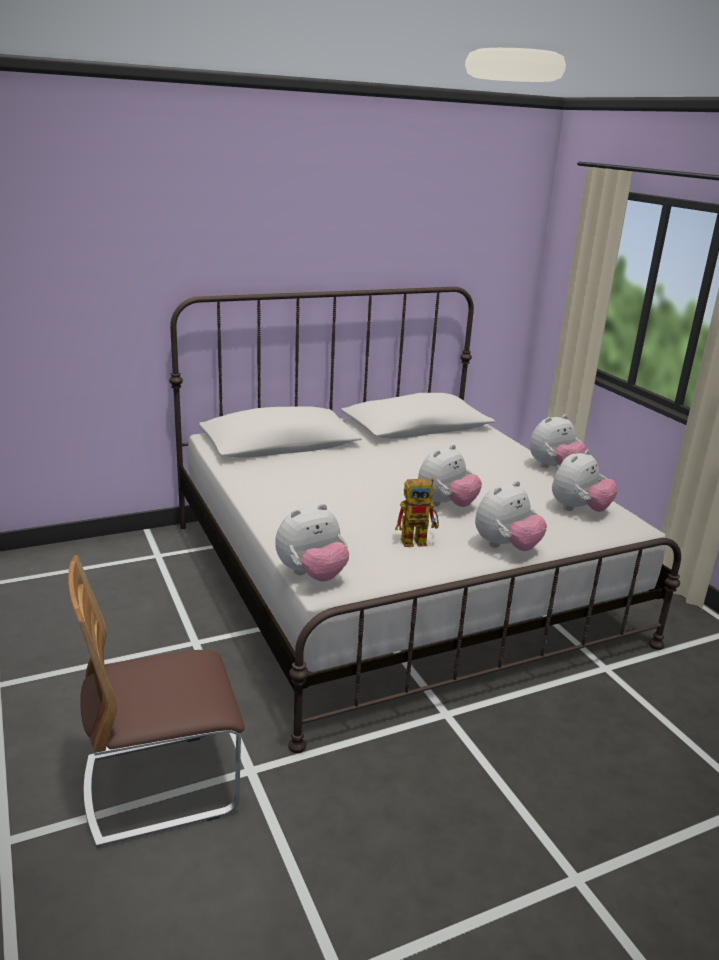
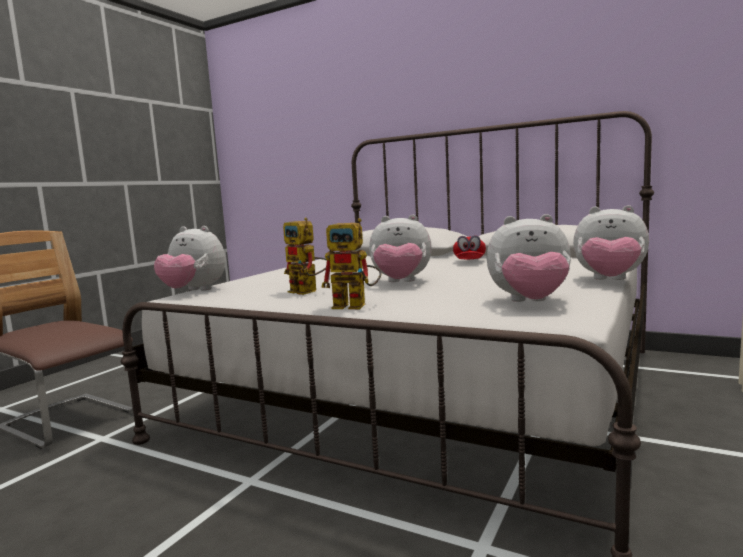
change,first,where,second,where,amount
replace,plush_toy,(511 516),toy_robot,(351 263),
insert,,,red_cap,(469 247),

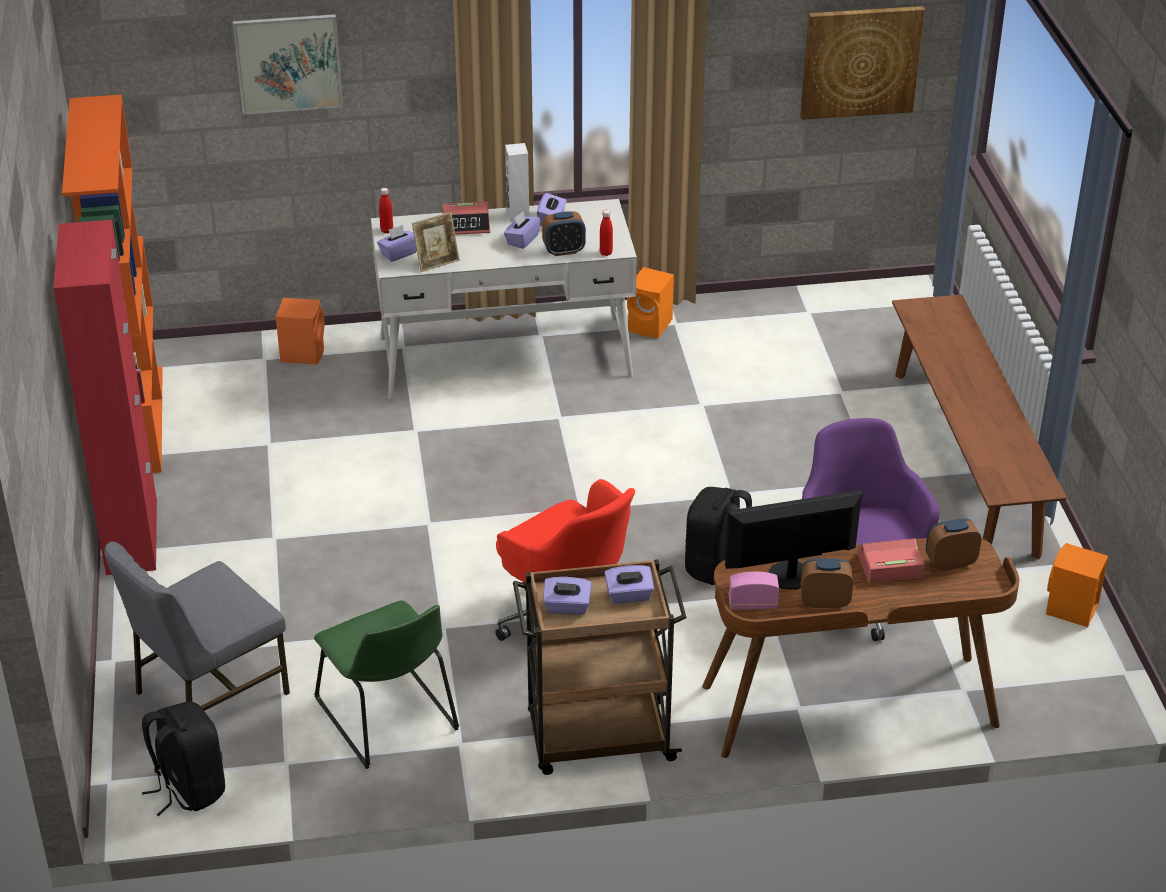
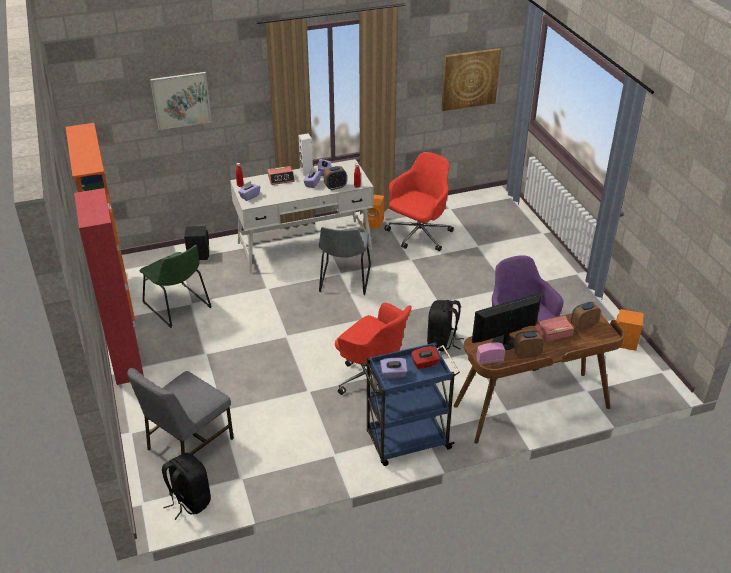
change,first,where,second,where,amount
delete,picture_frame,(436 242),,,
delete,brown_bench,(979 426),,,
recolor,orange_speaker,(300 331),black_speaker,(196 243),
recolor,brown_cart,(600 667),blue_cart,(410 404),
recolor,purple_tissue_box,(629 584),red_tissue_box,(425 357),
move,green_chair,(386 684),,(175 286),
insert,,,red_office_chair,(419 201),
insert,,,grey_chair,(345 261),

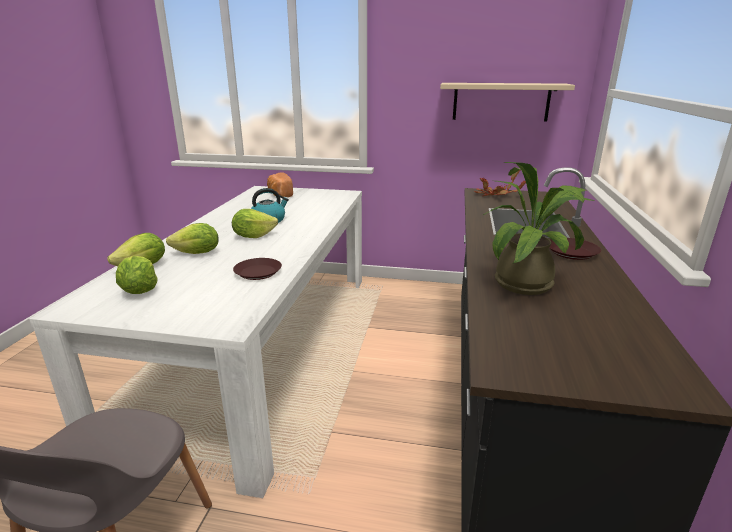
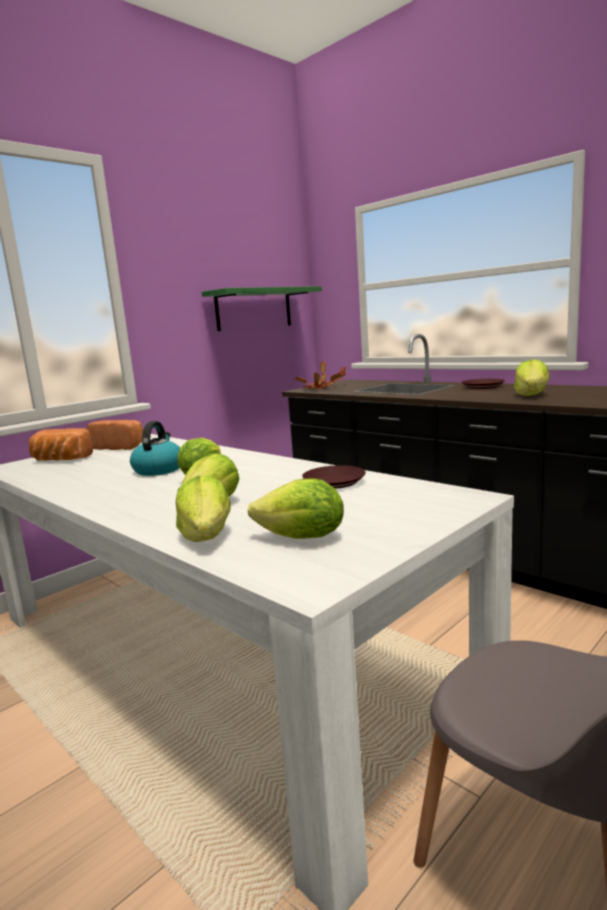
change,first,where,second,where,amount
recolor,beige_shelf,(507 102),green_shelf,(261 308),
replace,potted_plant,(538 228),lettuce,(532 377),
insert,,,bread,(114 435),

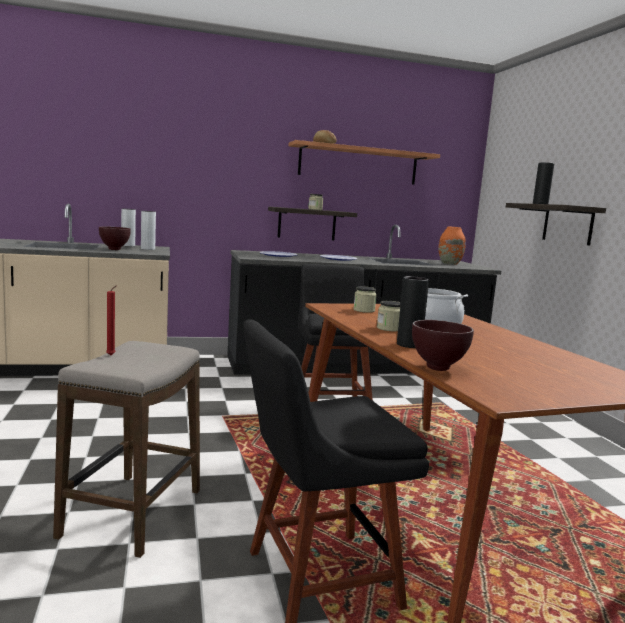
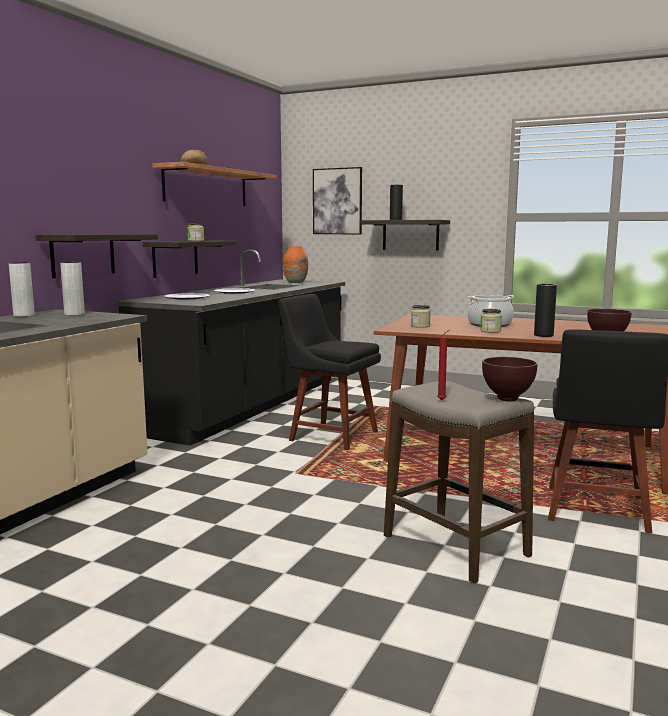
change,first,where,second,where,amount
move,brown_bowl,(115 238),,(510 379),
insert,,,picture,(337 200),
insert,,,shelf,(96 256),

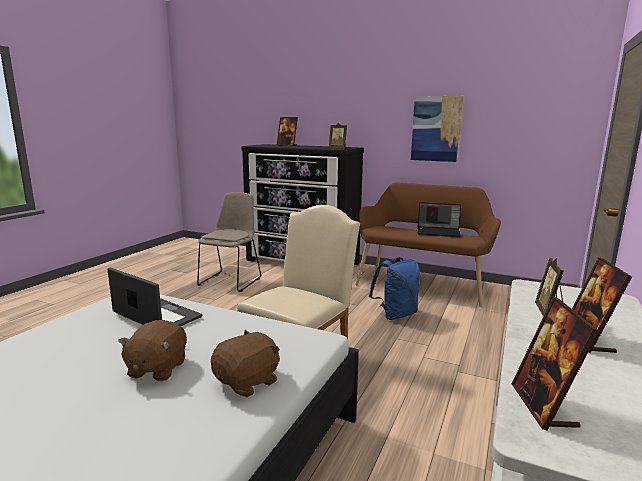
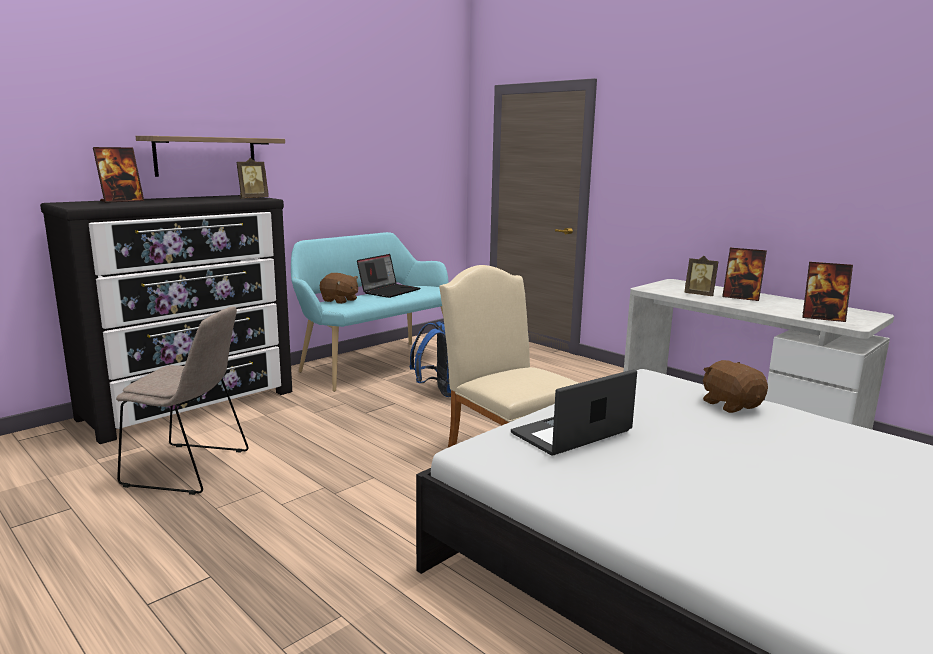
change,first,where,second,where,amount
delete,picture,(437 129),,,
recolor,brown_bench,(428 245),turquoise_bench,(370 312),
rotate,beige_chair,(229 242),,(182 400),150 degrees clockwise
move,brown_plush_toy,(152 350),,(339 288),
insert,,,shelf,(210 156),

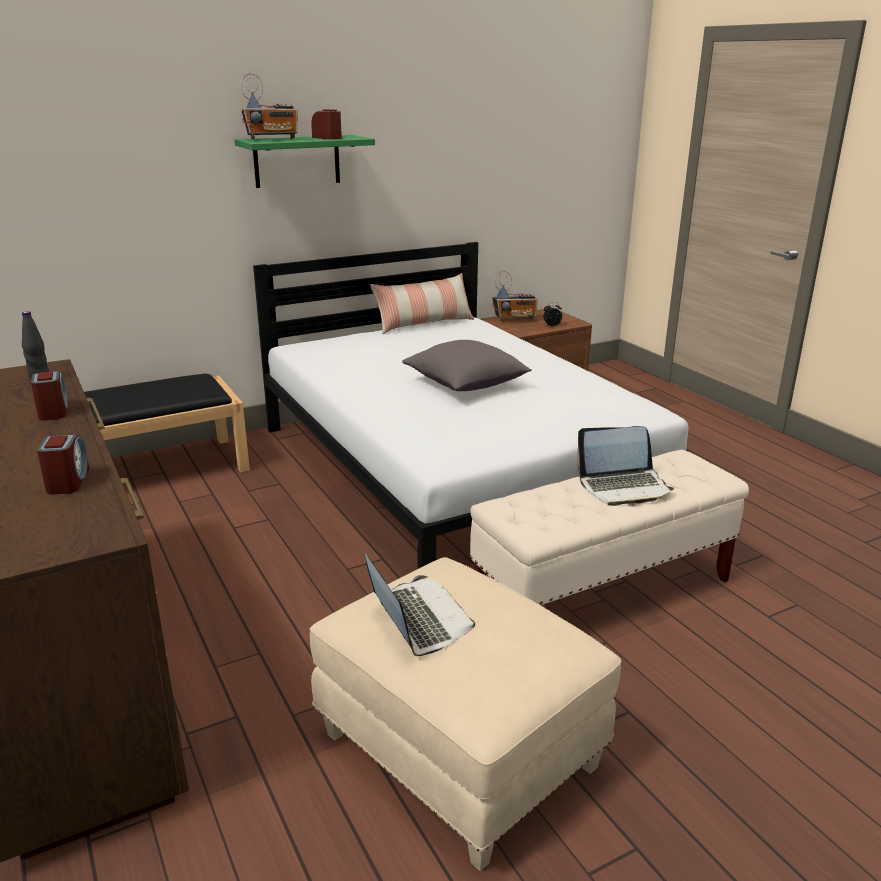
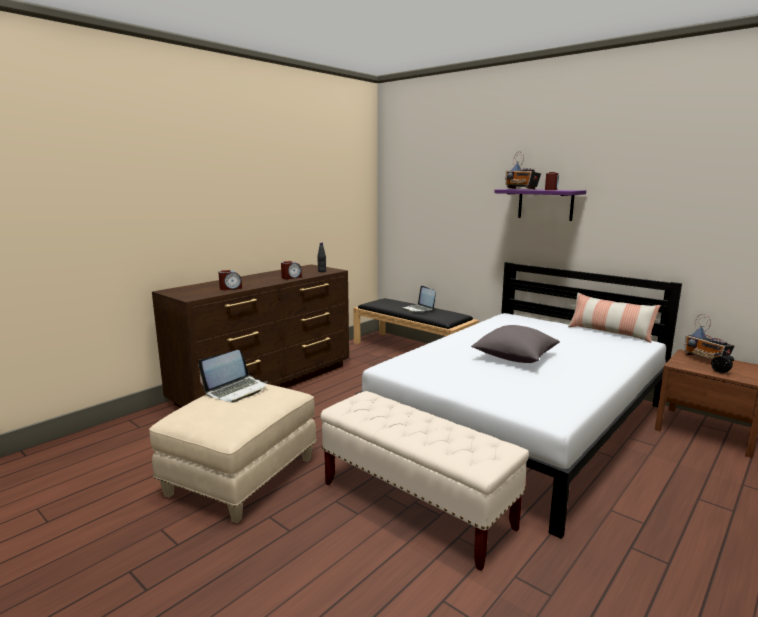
change,first,where,second,where,amount
recolor,green_shelf,(305 161),purple_shelf,(540 205),
move,laptop,(625 466),,(419 299),

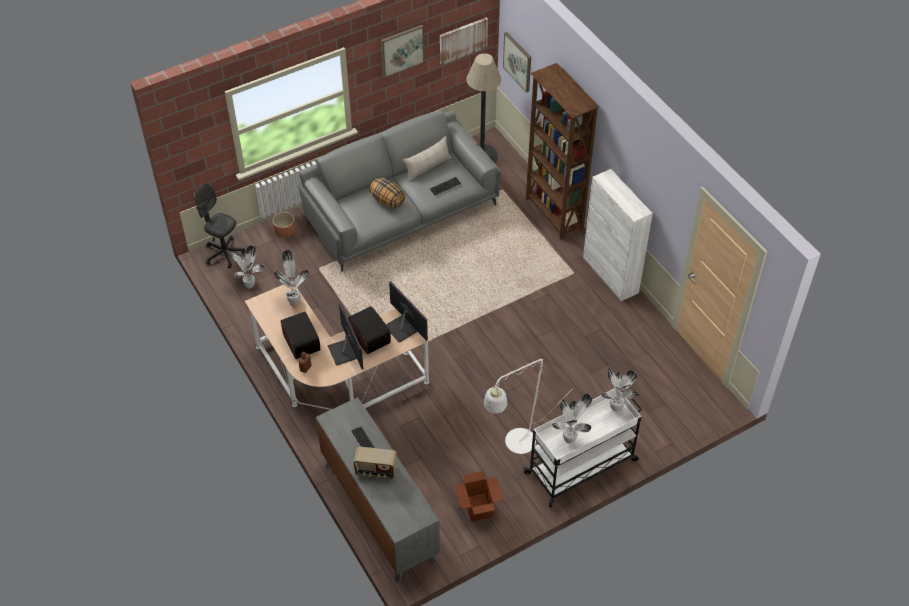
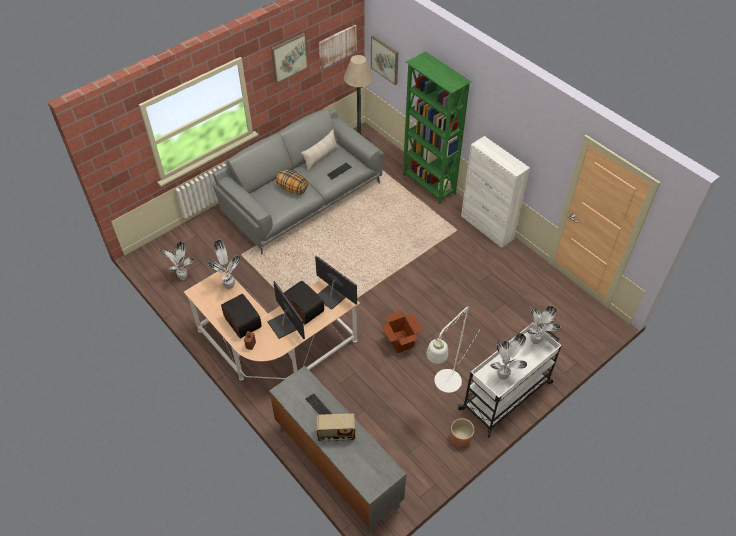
change,first,where,second,where,amount
recolor,brown_bookcase,(563 151),green_bookcase,(437 127),
delete,grey_office_chair,(220 226),,,
move,brown_planter,(283 225),,(462 432),
move,cardboard_box,(479 496),,(402 331),

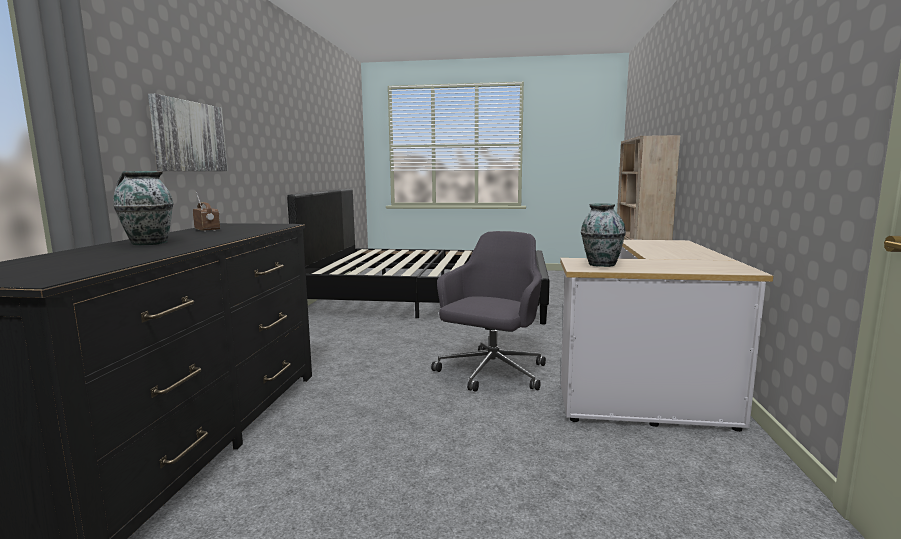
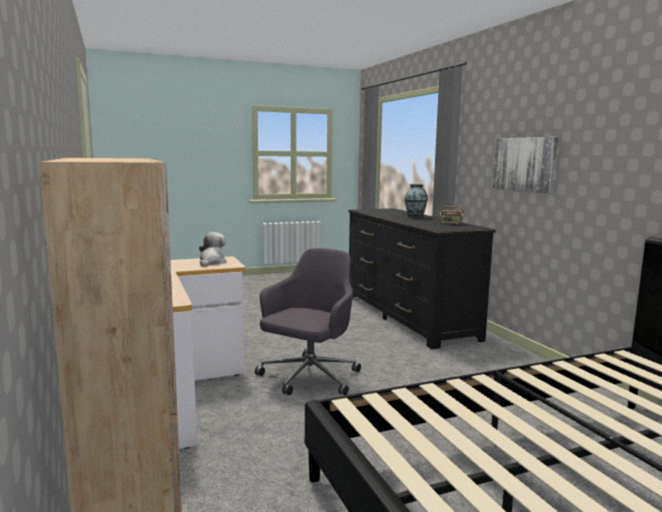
change,first,where,second,where,amount
replace,vase,(603 235),plush_toy,(212 249),
rotate,grey_office_chair,(488 311),,(308 321),150 degrees counterclockwise

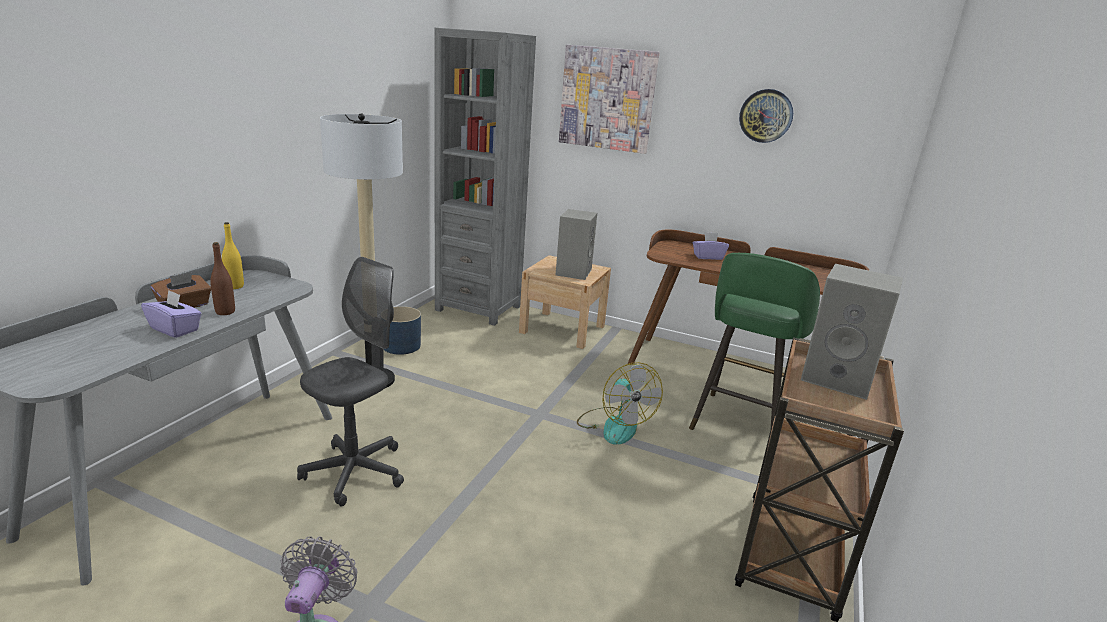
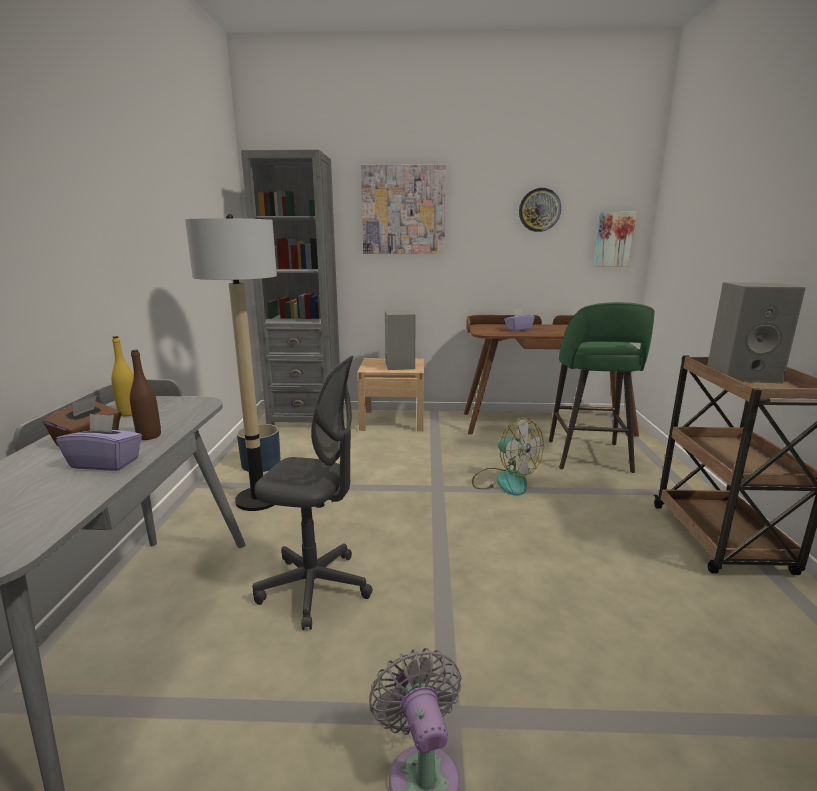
change,first,where,second,where,amount
rotate,grey_office_chair,(350 382),,(313 493),90 degrees clockwise
insert,,,picture,(615 239),

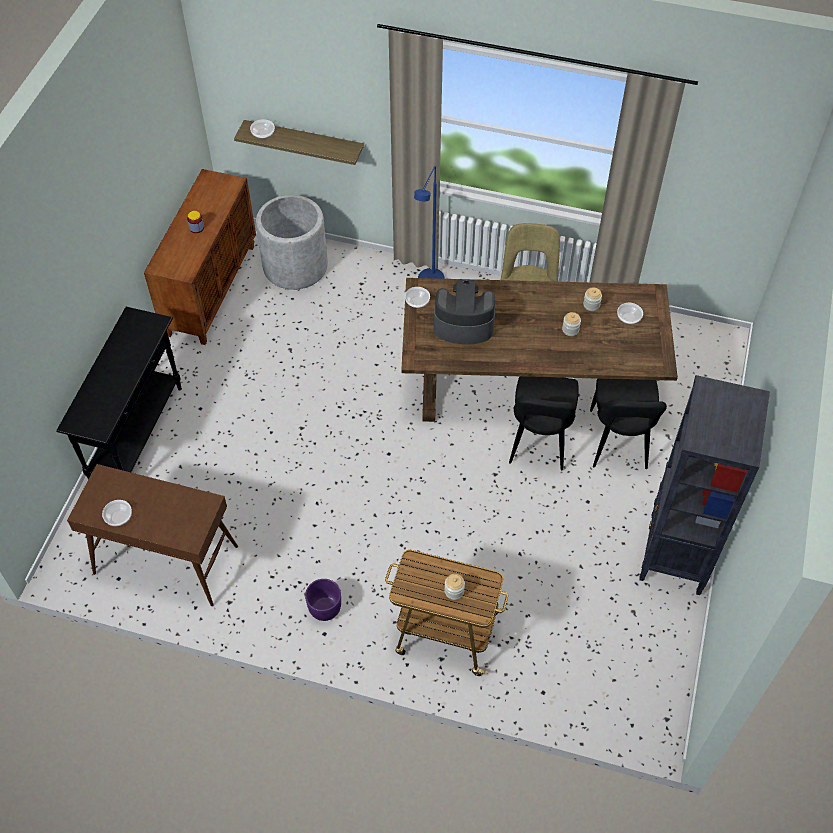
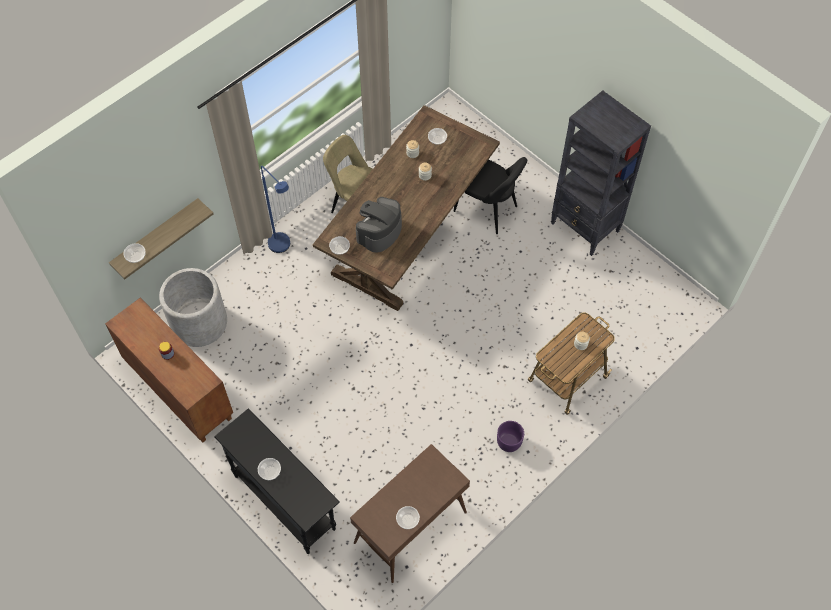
change,first,where,second,where,amount
delete,black_chair,(544 423),,,
insert,,,bowl,(269 469),

